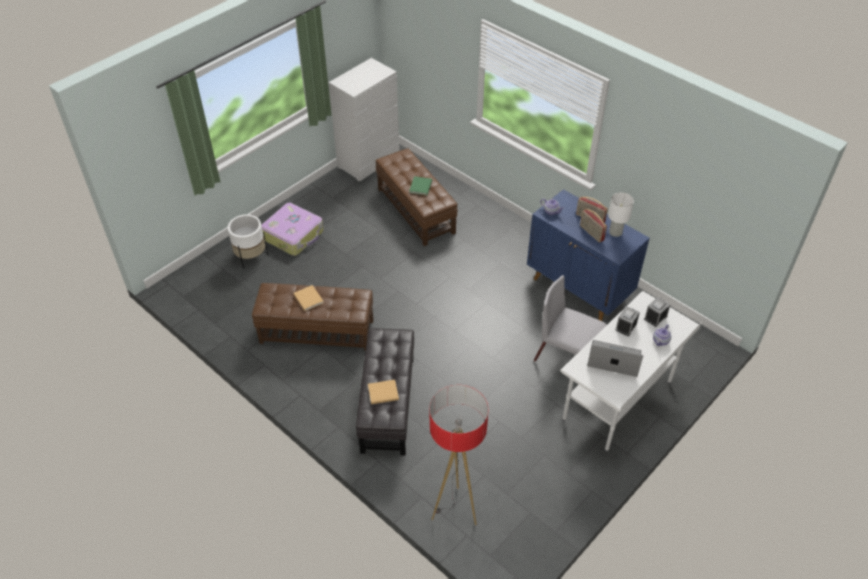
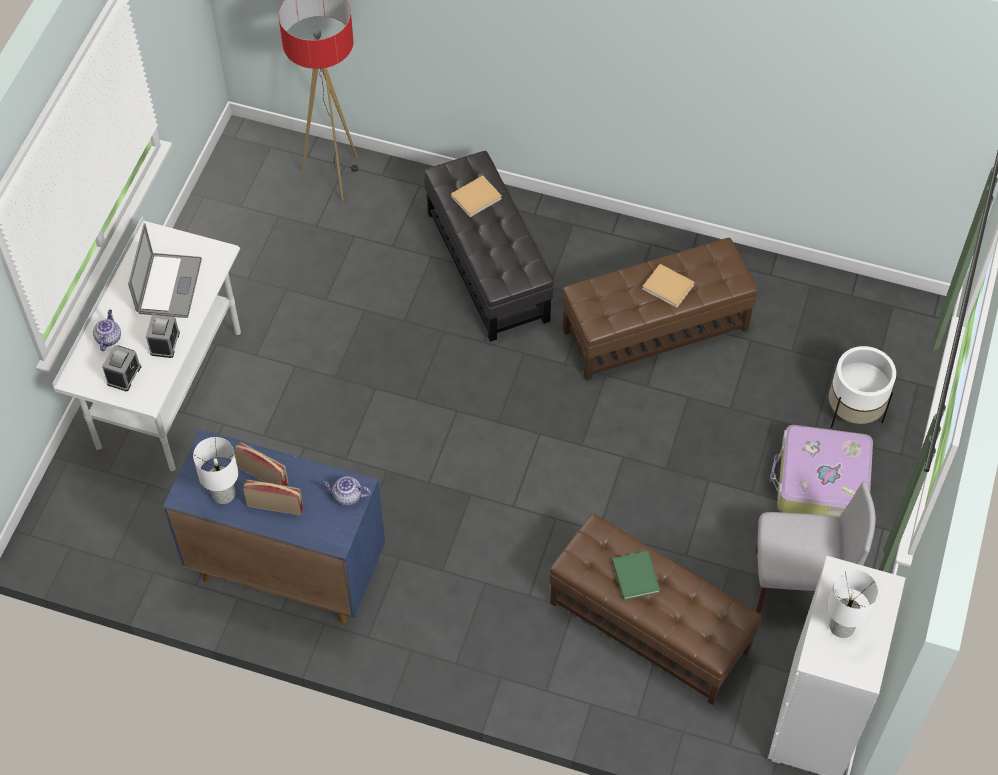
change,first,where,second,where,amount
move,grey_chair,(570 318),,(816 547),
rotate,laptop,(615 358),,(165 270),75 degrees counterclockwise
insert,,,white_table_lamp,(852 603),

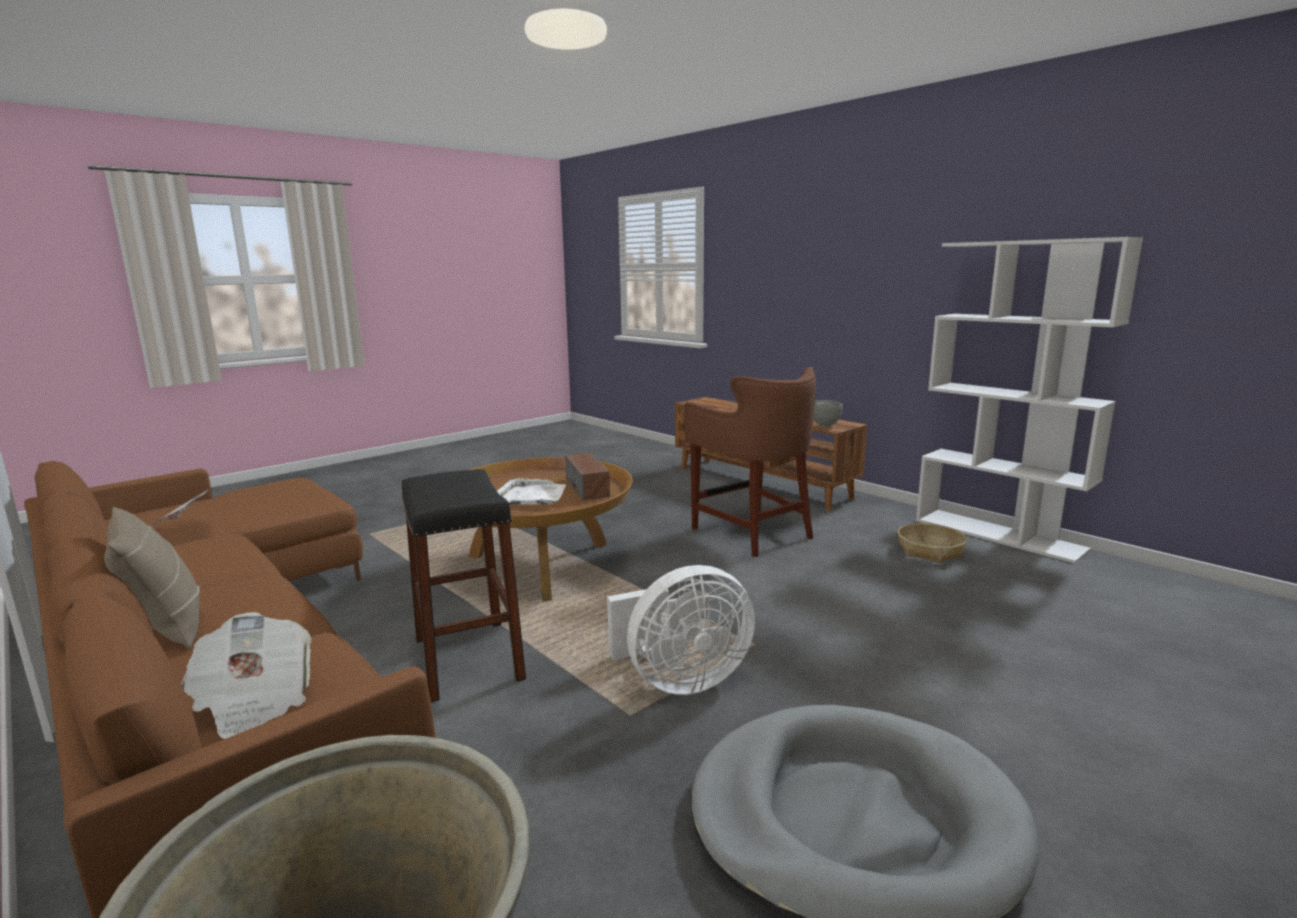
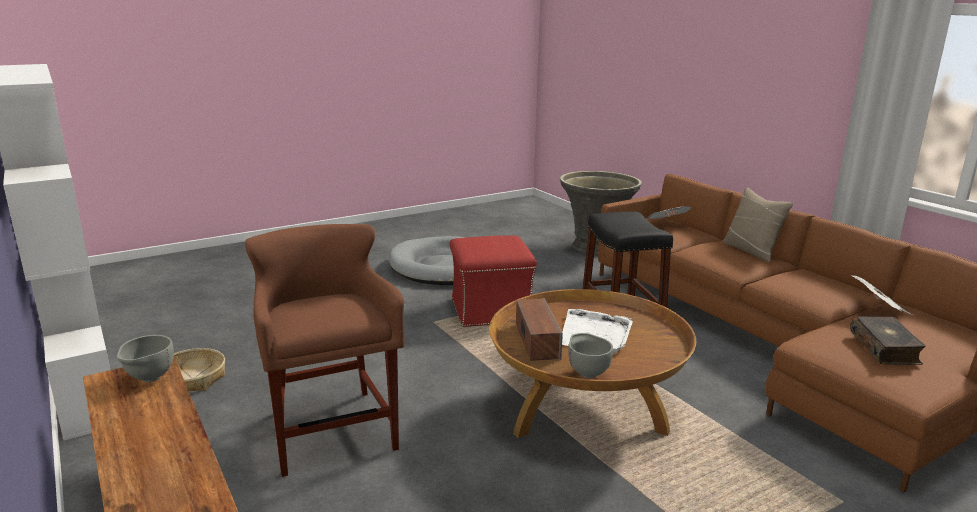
change,first,where,second,where,amount
replace,white_fan,(681 630),red_ottoman,(493 281),
insert,,,book,(888 340),
insert,,,grey_bowl,(590 355),

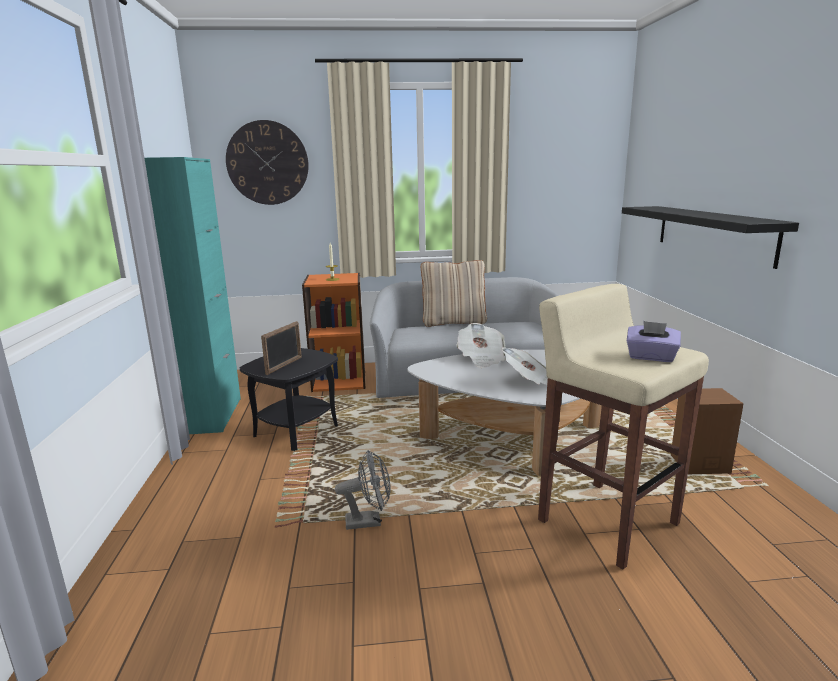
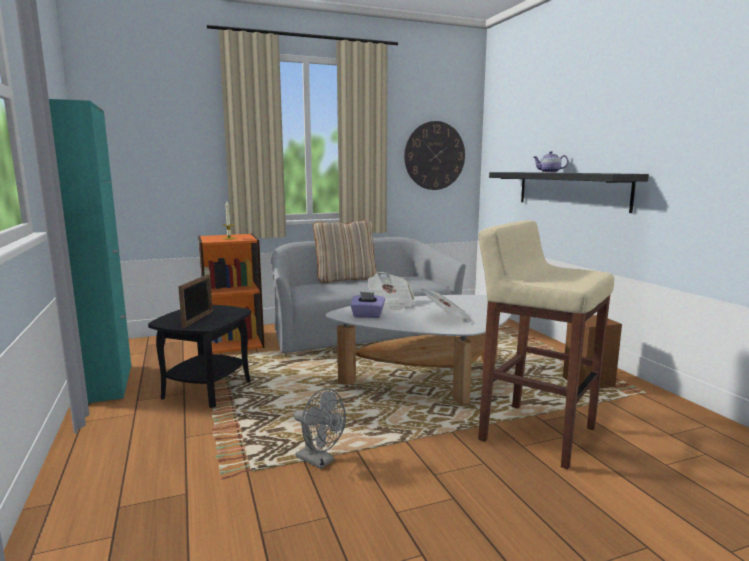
change,first,where,second,where,amount
move,wall_clock,(267 162),,(434 155),
move,purple_tissue_box,(654 341),,(367 305),
rotate,grey_fan,(363 490),,(320 428),60 degrees clockwise
insert,,,teapot,(551 162),

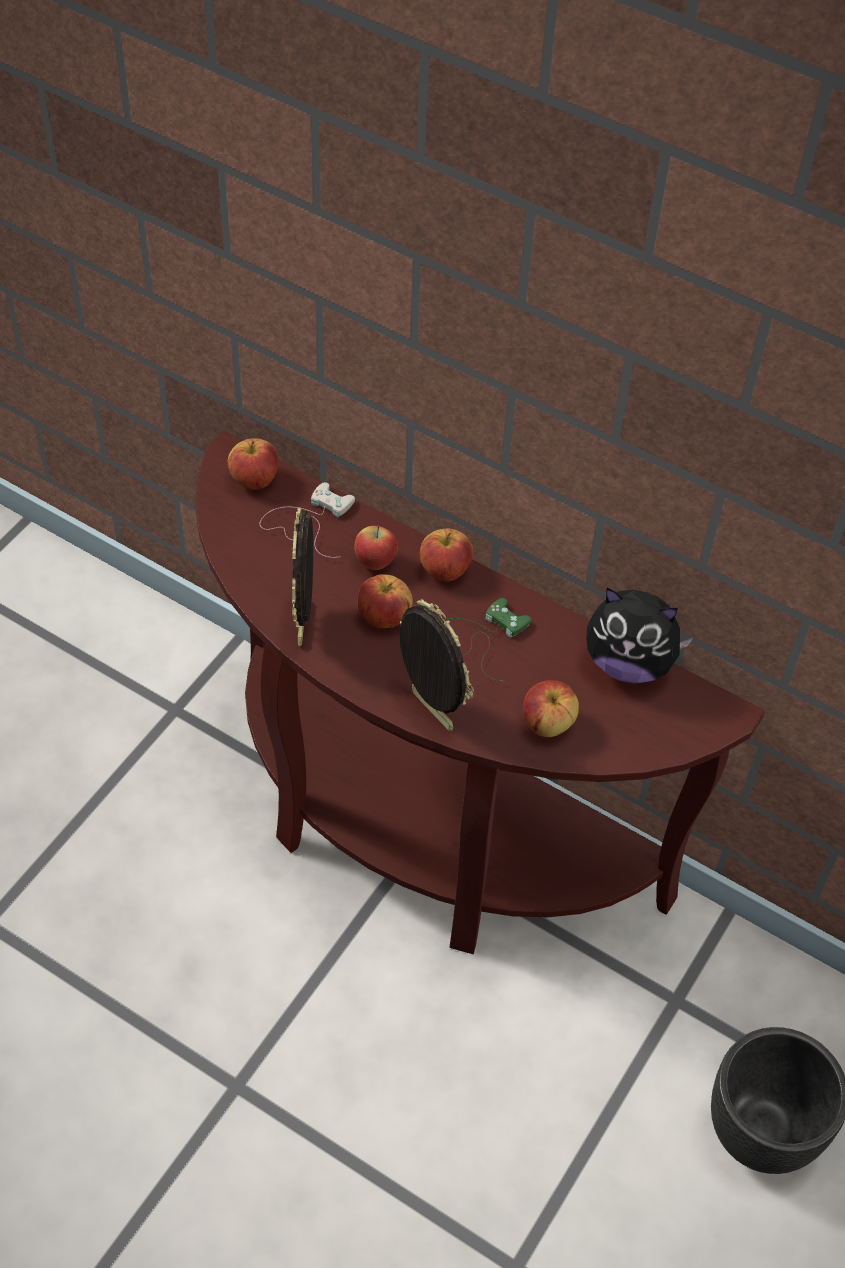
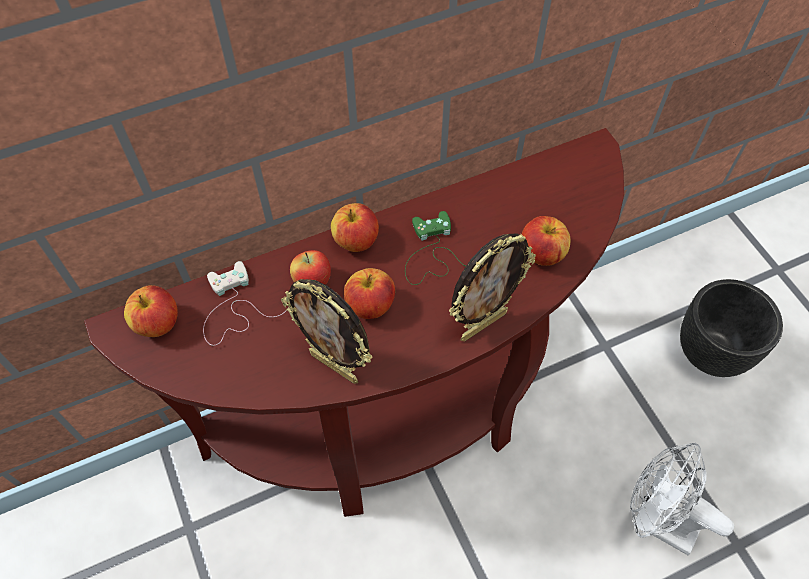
change,first,where,second,where,amount
delete,plush_toy,(640 636),,,
rotate,picture_frame,(437 665),,(492 287),150 degrees clockwise
insert,,,white_fan,(682 499),

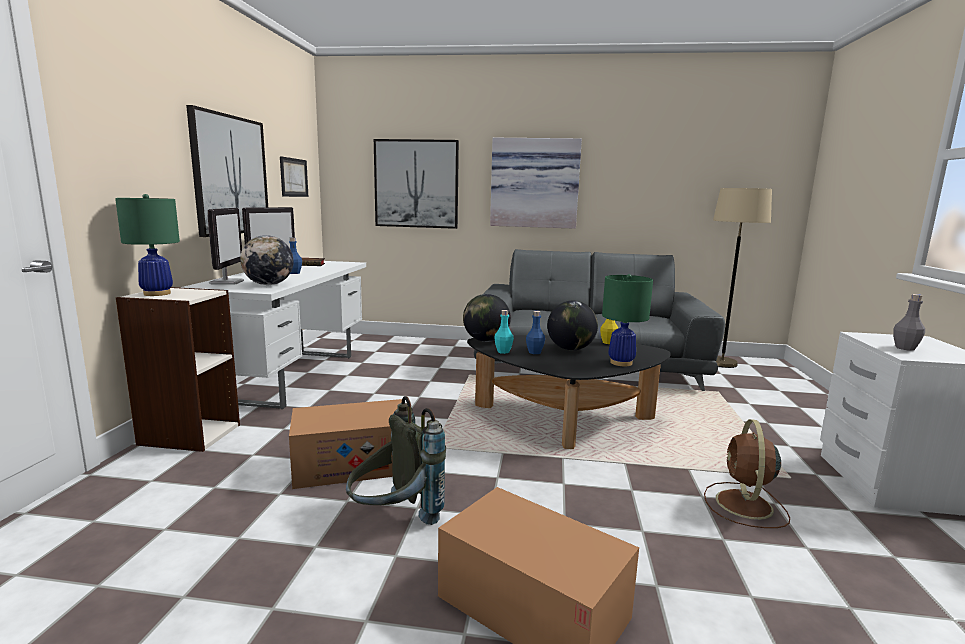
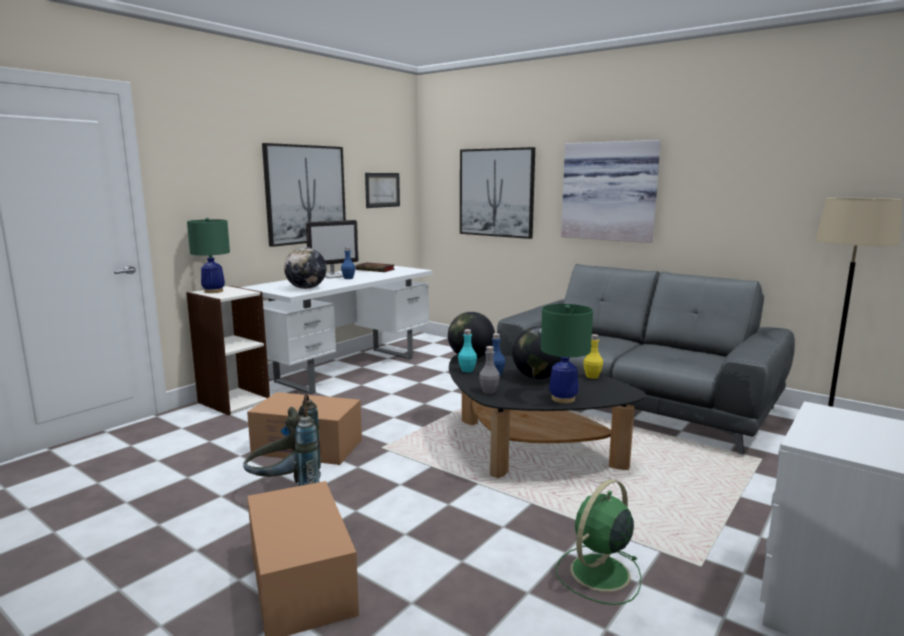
change,first,where,second,where,amount
delete,monitor,(225 246),,,
move,grey_bottle,(909 322),,(489 370),
recolor,brown_fan,(747 473),green_fan,(598 542),

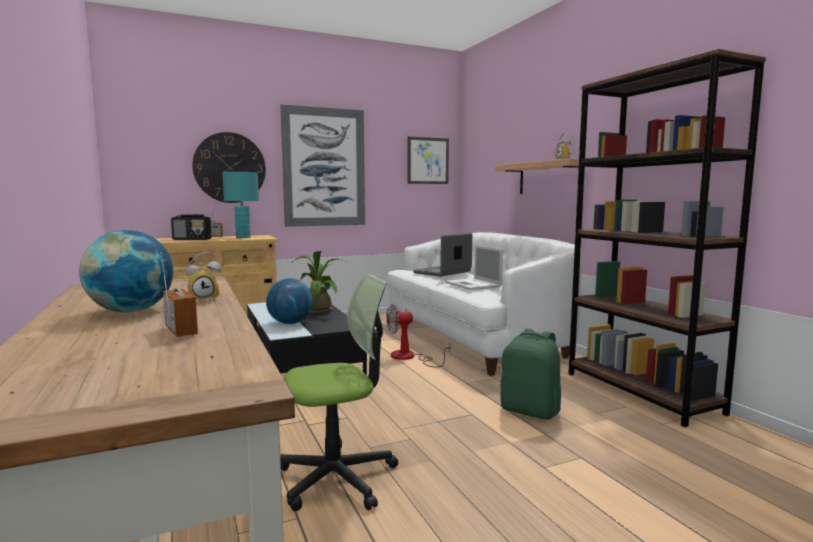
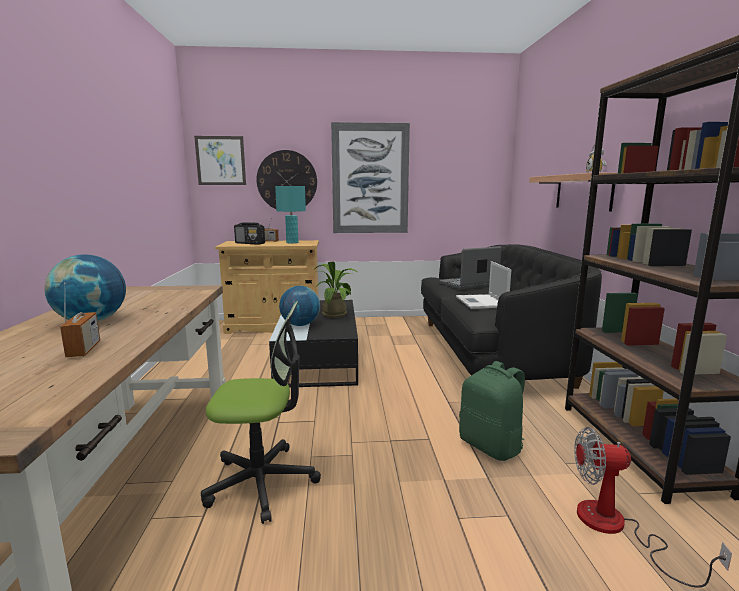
change,first,where,second,where,amount
move,picture,(428 160),,(220 160),
recolor,white_sofa,(484 304),black_sofa,(511 316),
delete,alarm_clock,(203 276),,,
move,fan,(418 336),,(653 507),

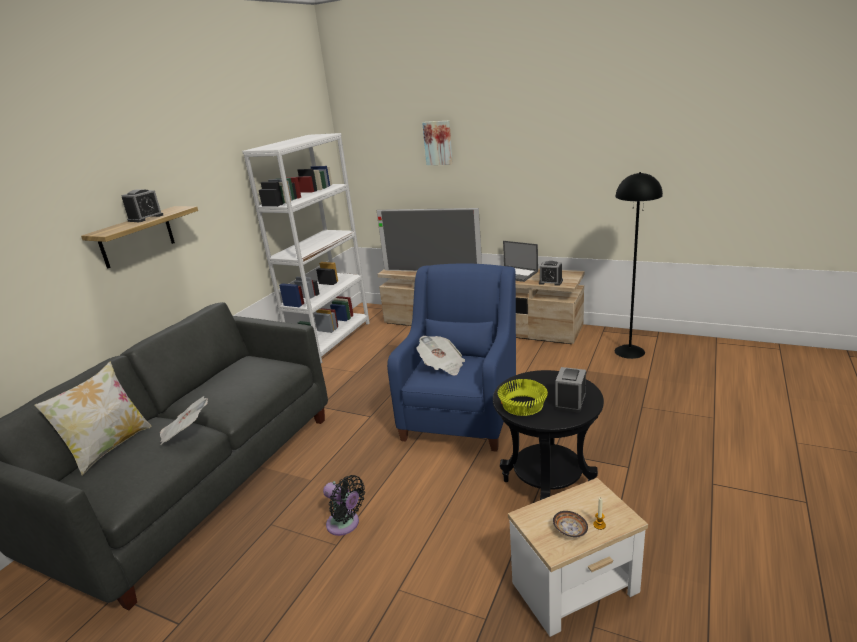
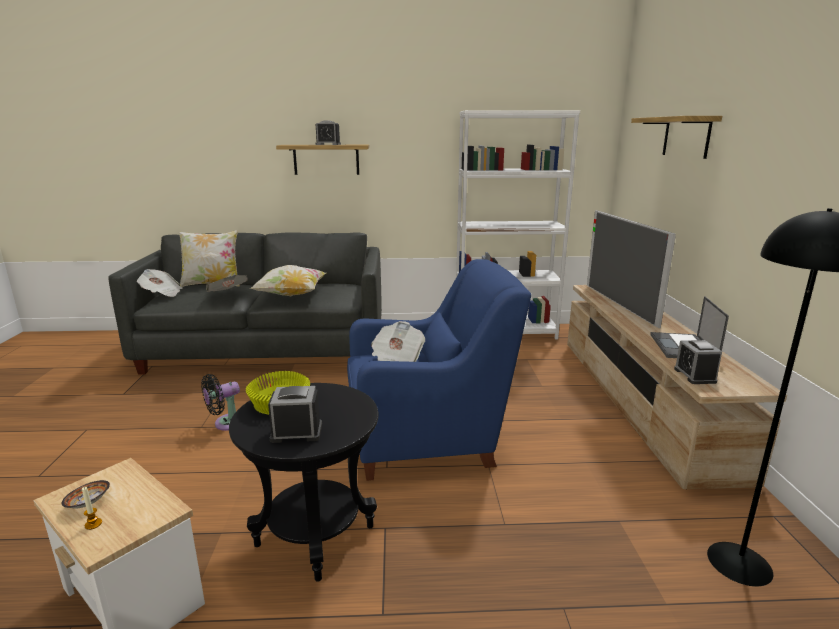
change,first,where,second,where,amount
replace,picture,(437 143),shelf,(676 137),
rotate,black_fan,(344 505),,(220 402),45 degrees clockwise
insert,,,pillow,(288 280),
insert,,,newspaper,(160 283),

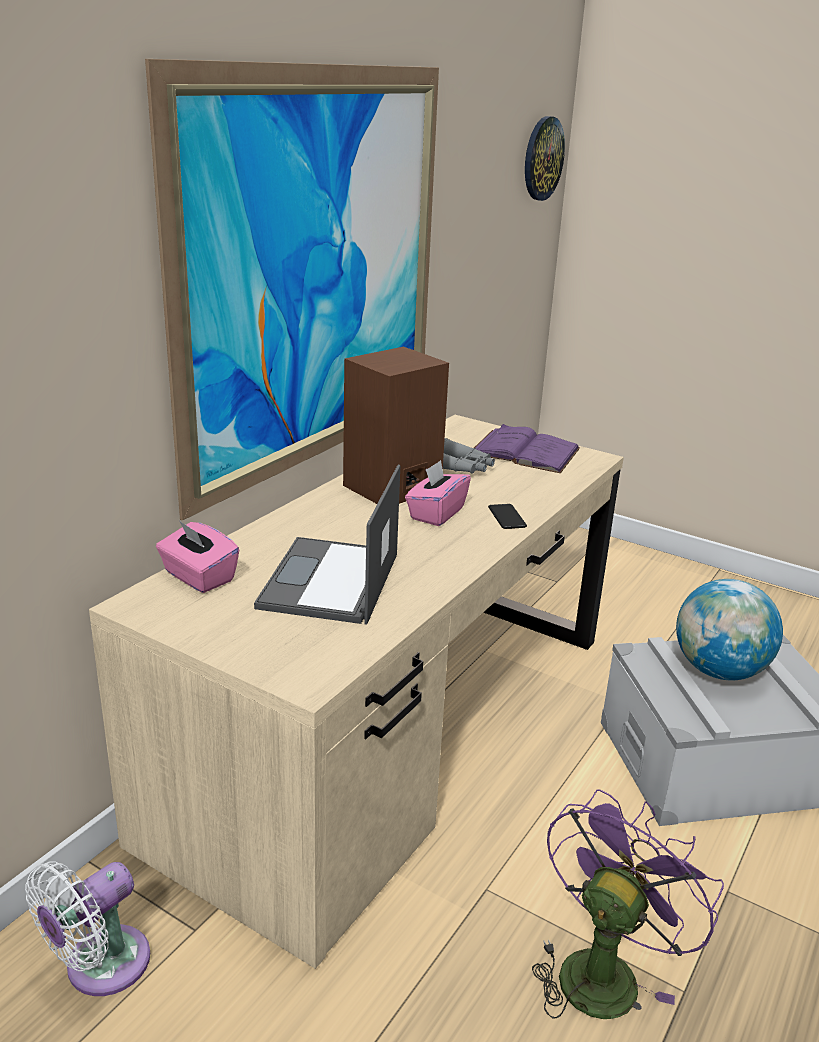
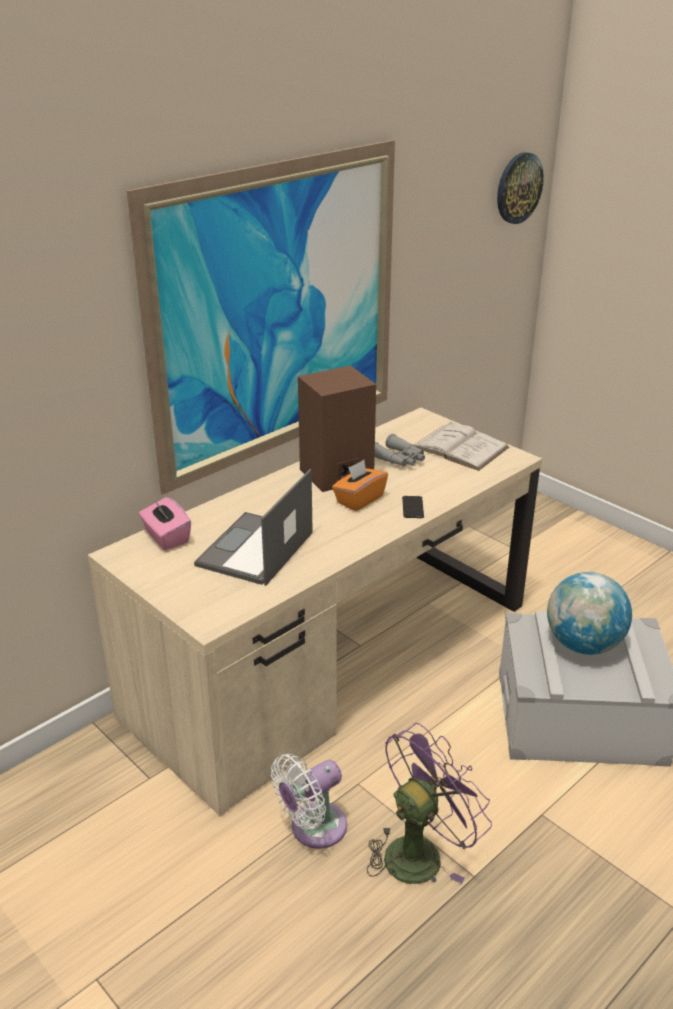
change,first,where,second,where,amount
recolor,purple_book,(527 448),white_book,(461 446),
recolor,pink_tissue_box,(438 493),orange_tissue_box,(360 485),
move,white_fan,(87 929),,(309 801),

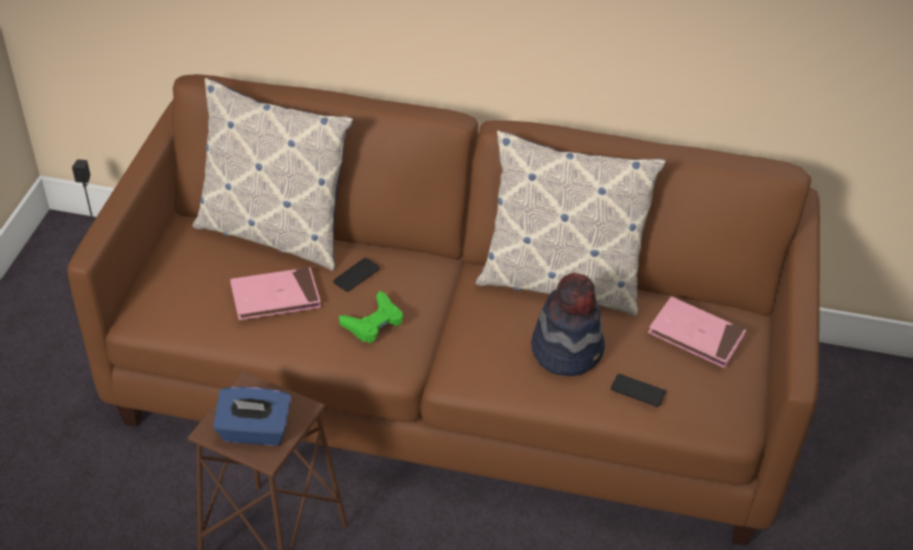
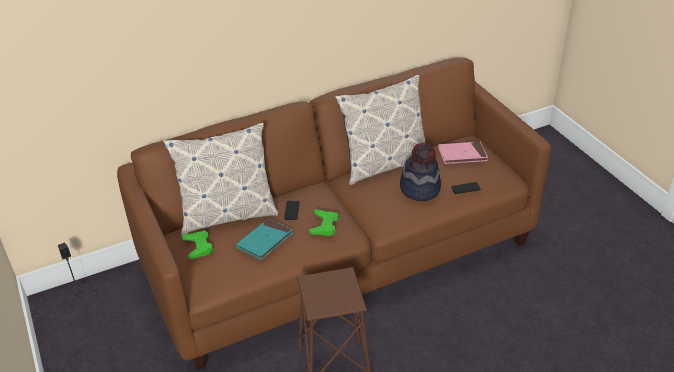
change,first,where,second,where,amount
recolor,pink_book,(275 293),turquoise_book,(264 239),
delete,blue_tissue_box,(252 416),,,
insert,,,green_game_controller,(197 244),

